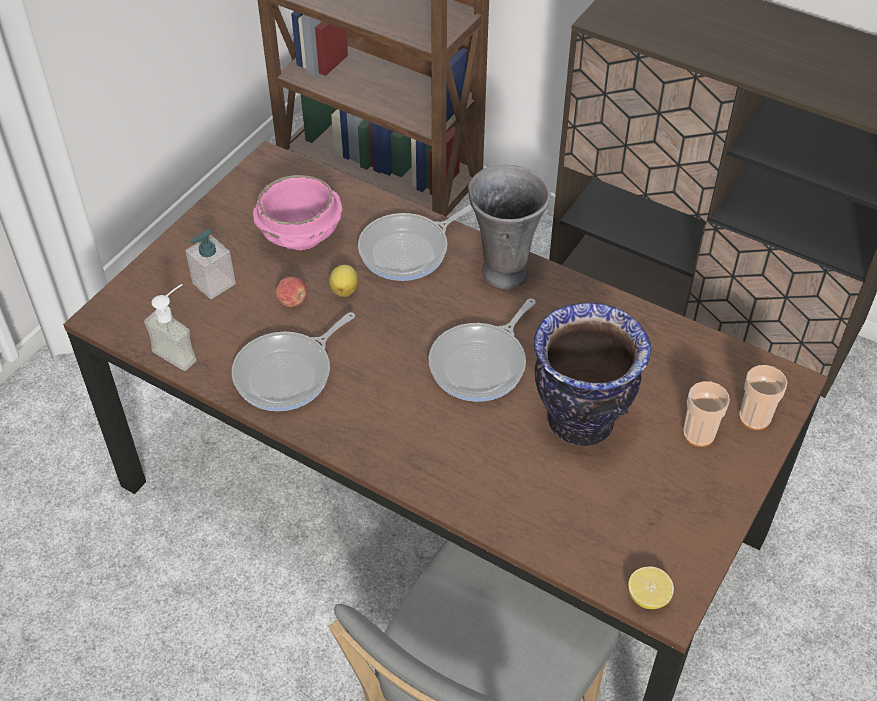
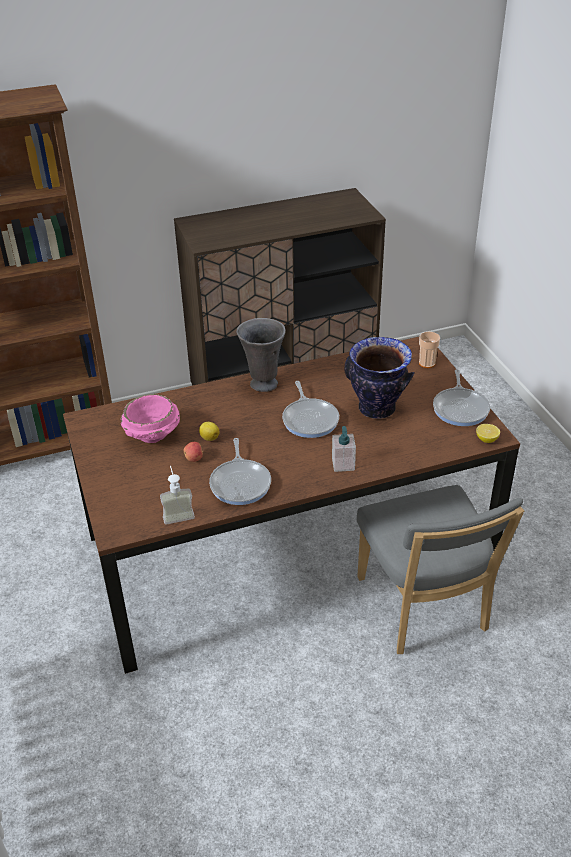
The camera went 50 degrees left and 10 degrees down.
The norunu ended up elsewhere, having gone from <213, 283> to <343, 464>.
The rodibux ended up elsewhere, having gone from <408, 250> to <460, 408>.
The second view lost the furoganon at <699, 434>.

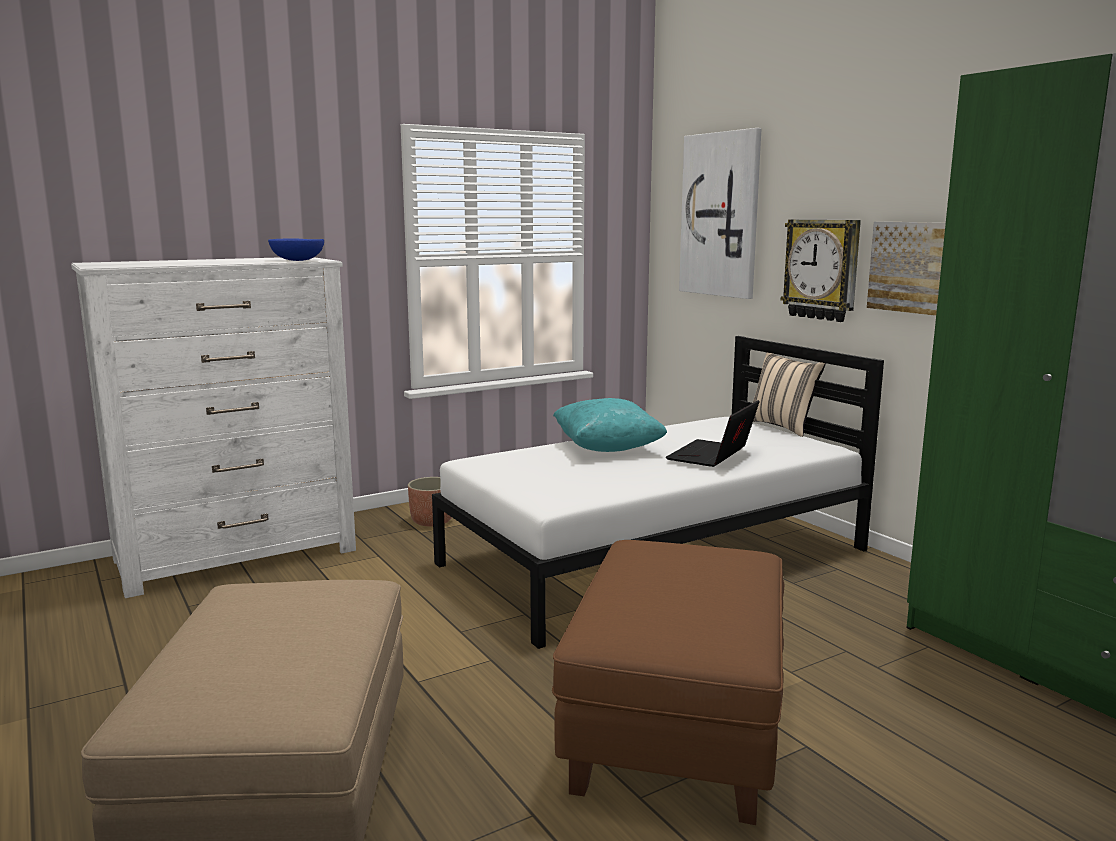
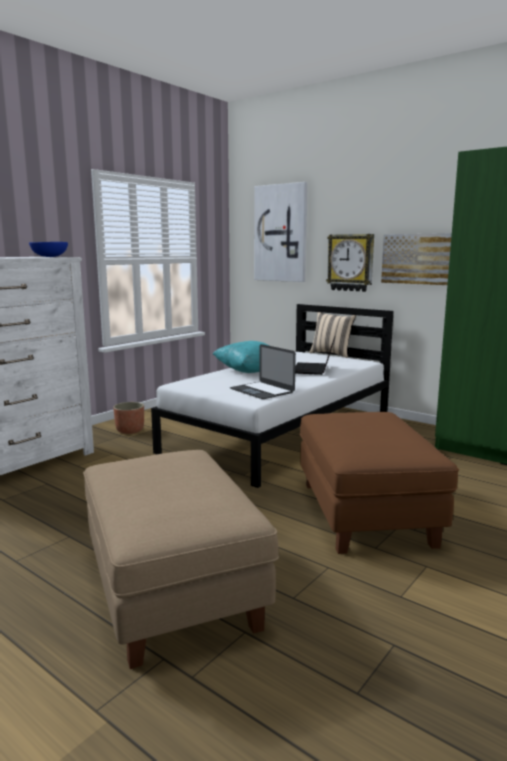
The camera went 20 degrees left and 0 degrees up.
The second view gained the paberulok at <262, 390>.

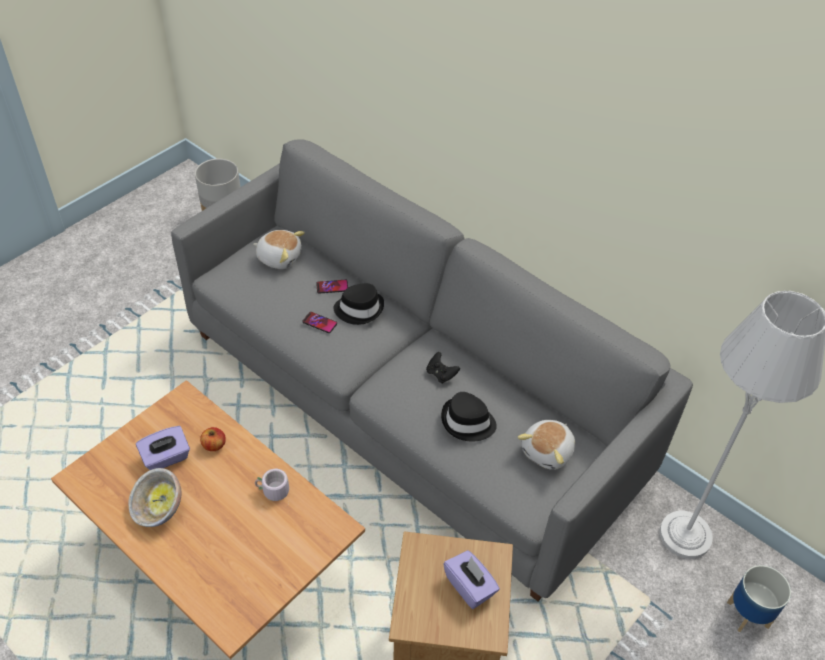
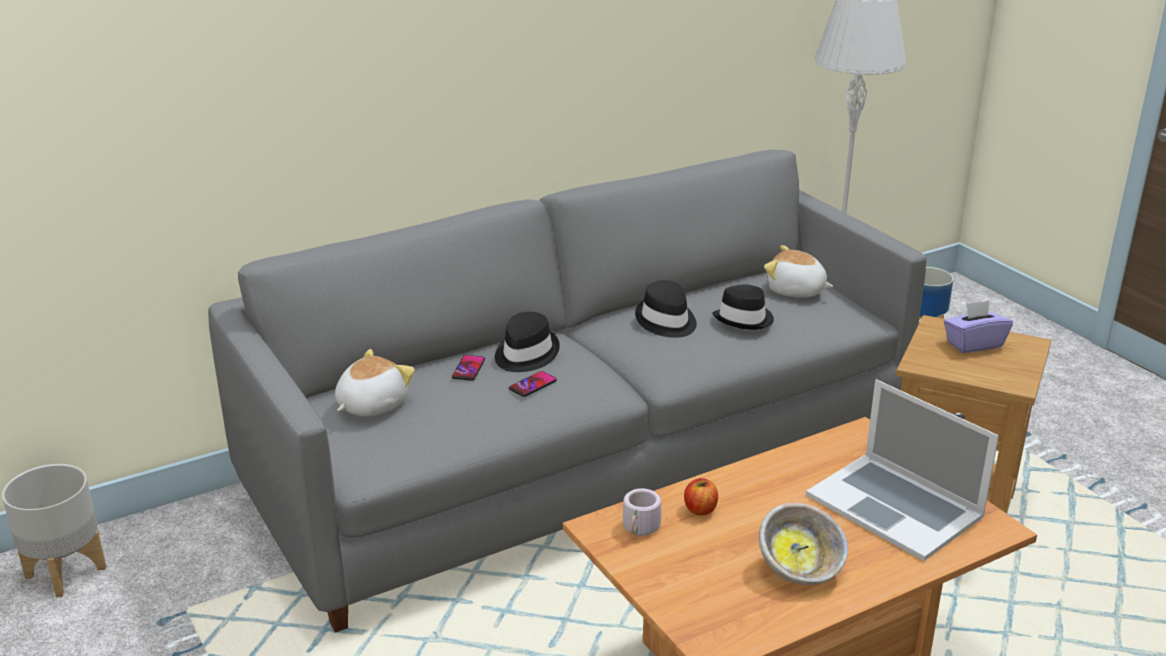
The camera went 70 degrees left and 20 degrees down.
The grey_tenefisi ended up elsewhere, having gone from <272, 492> to <642, 529>.
Where the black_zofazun stood at <441, 374>, the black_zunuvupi came to stand at <666, 321>.
The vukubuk at <548, 452> ended up facing another way, 150 degrees clockwise from before.
The second view gained the paberulok at <895, 505>.
The second view lost the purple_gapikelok at <166, 458>.

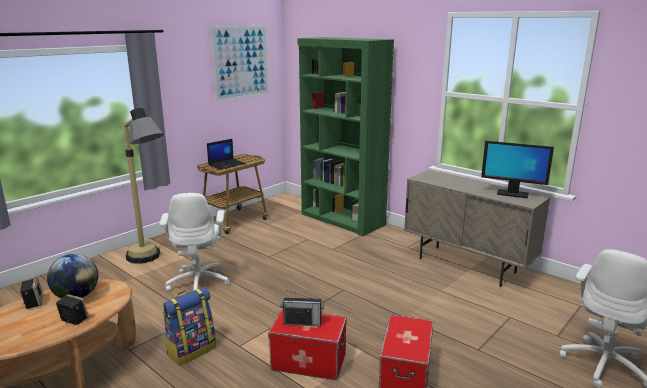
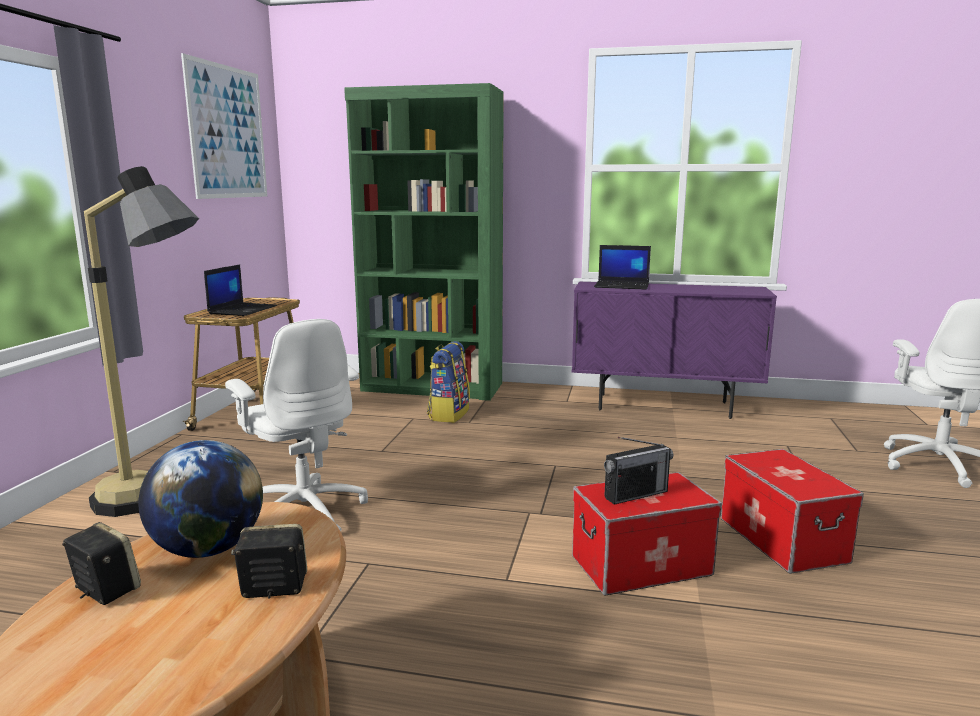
The camera went 30 degrees left and 5 degrees down.
The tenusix ended up elsewhere, having gone from <191, 350> to <448, 414>.
What was the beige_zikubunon at <466, 266> turned into the purple_zikubunon at <663, 406>.
The second view gained the paberulok at <622, 286>.
The second view lost the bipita at <512, 194>.

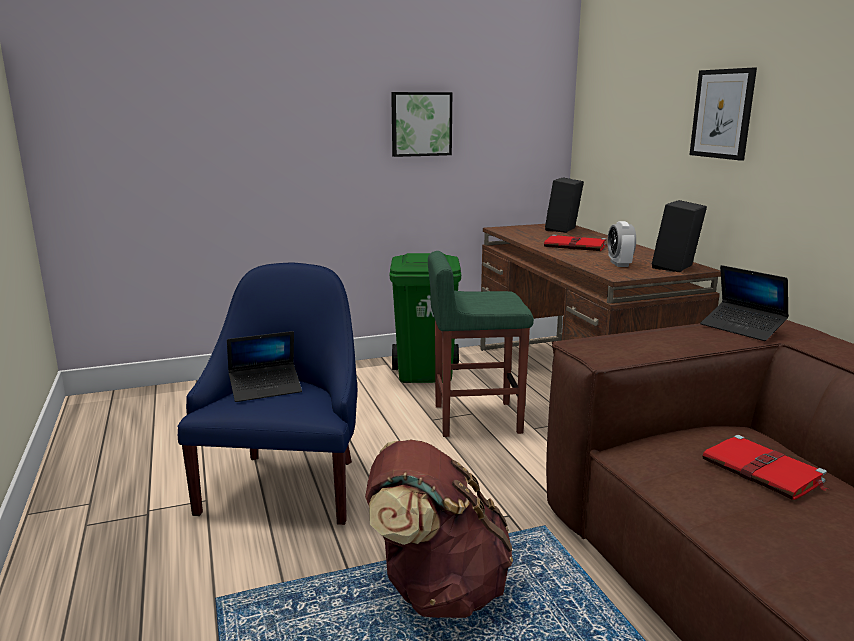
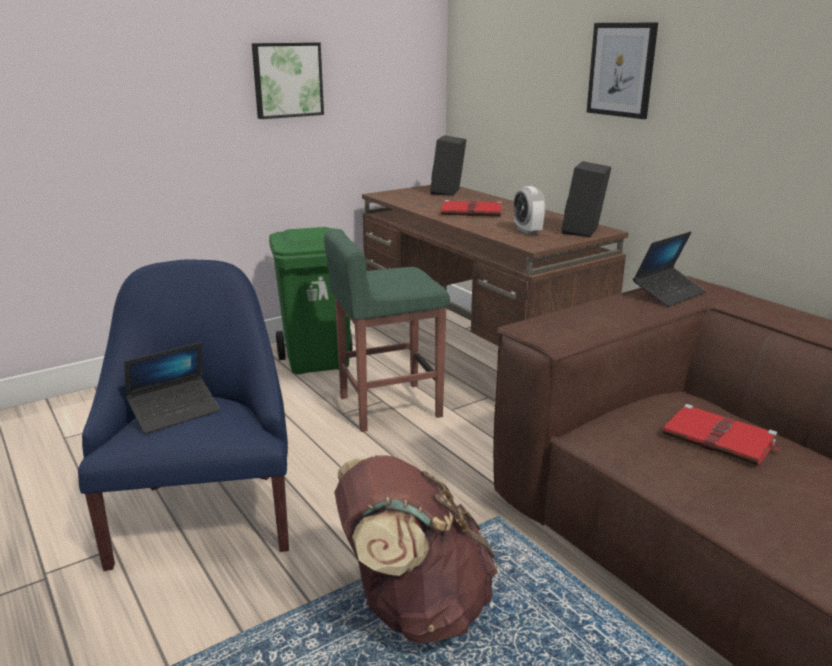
The camera went 15 degrees left and 5 degrees up.
The paberulok at <742, 328> ended up facing another way, 75 degrees counterclockwise from before.

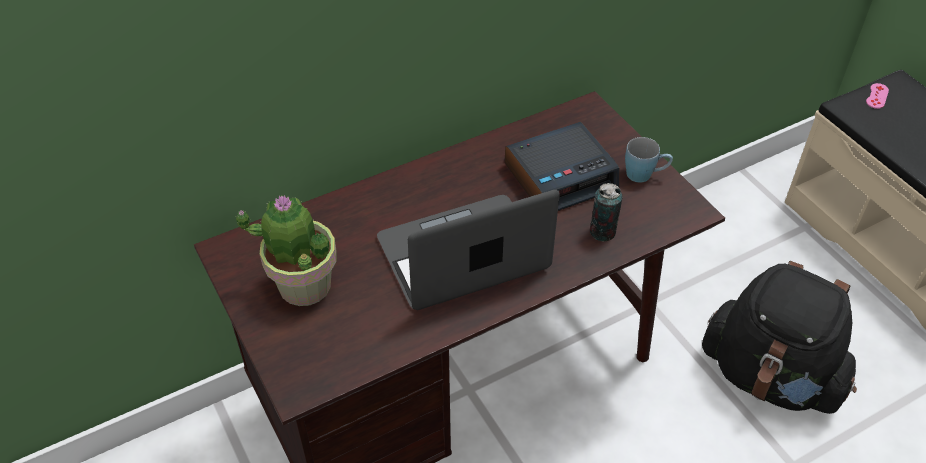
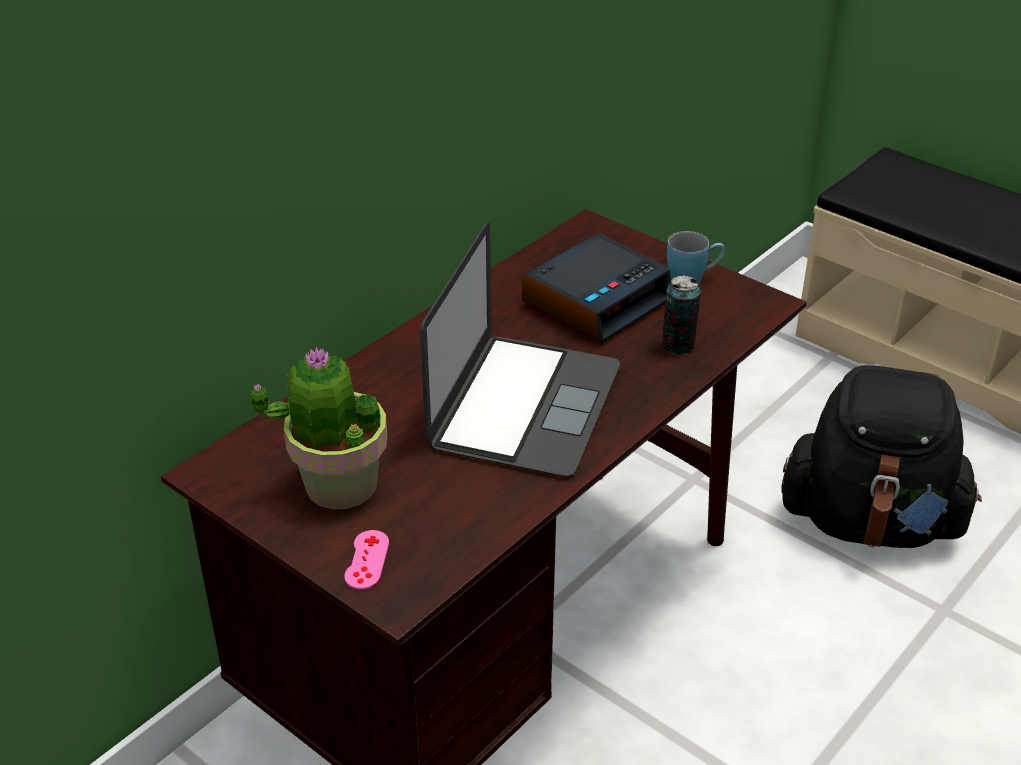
The camera went 20 degrees left and 10 degrees down.
The pink_zofazun ended up elsewhere, having gone from <877, 96> to <367, 560>.
The paberulok at <463, 254> ended up facing another way, 150 degrees clockwise from before.

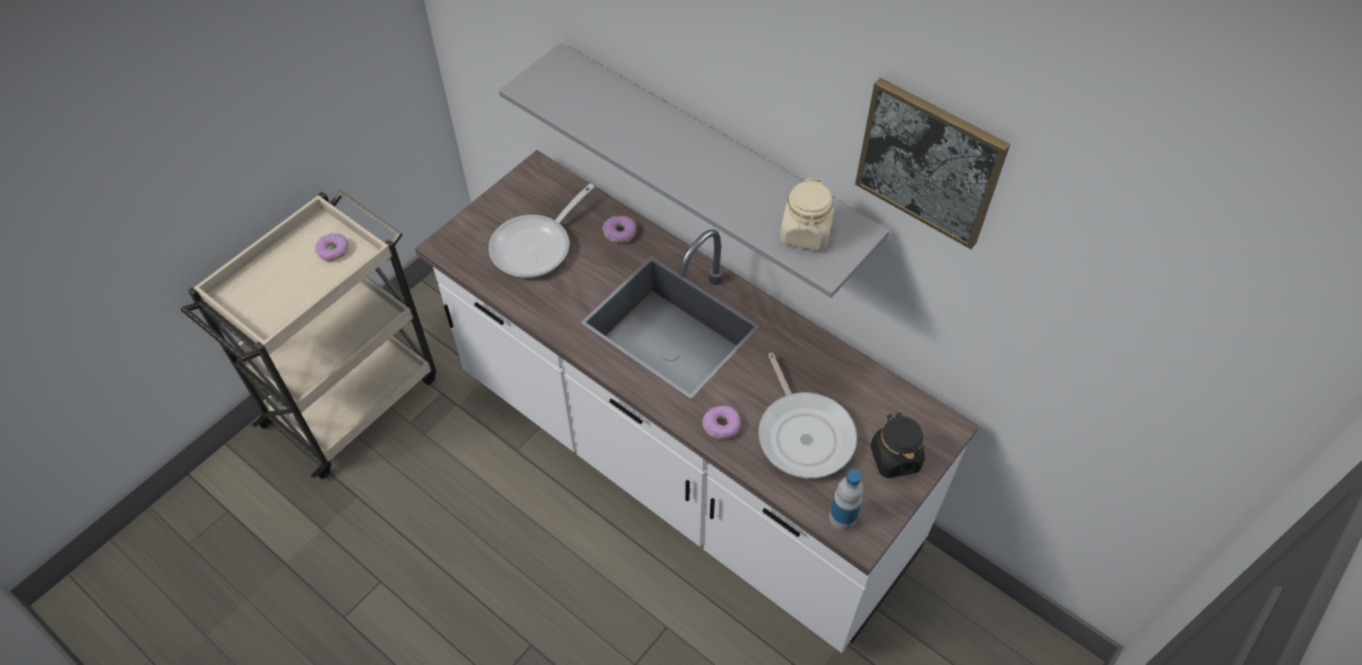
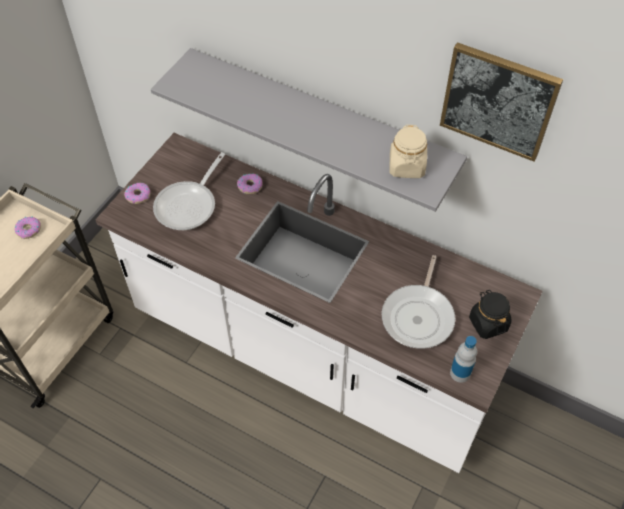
The camera went 10 degrees left and 0 degrees up.
The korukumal ended up elsewhere, having gone from <721, 425> to <138, 195>.
The rodibux at <804, 434> ended up facing another way, 45 degrees clockwise from before.

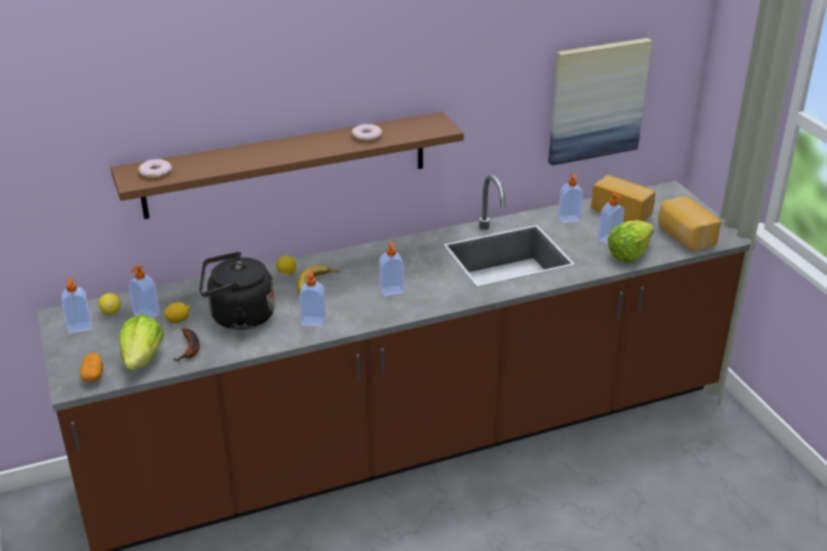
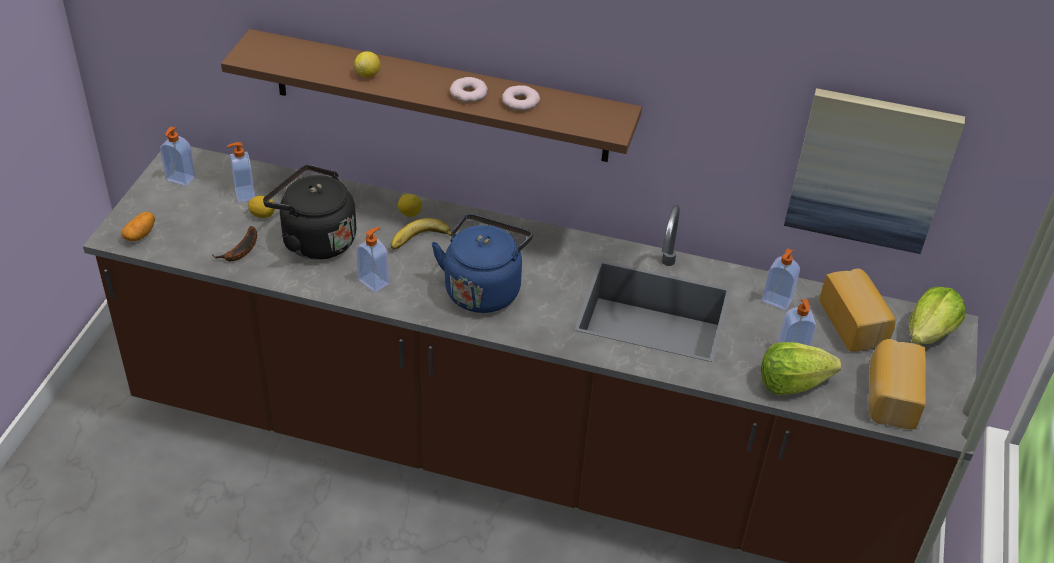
The camera went 35 degrees right and 10 degrees up.
The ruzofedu ended up elsewhere, having gone from <111, 312> to <368, 74>.
Where the norunu stood at <392, 291>, the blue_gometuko came to stand at <483, 288>.
The korukumal ended up elsewhere, having gone from <155, 172> to <469, 93>.
The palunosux ended up elsewhere, having gone from <143, 359> to <930, 333>.

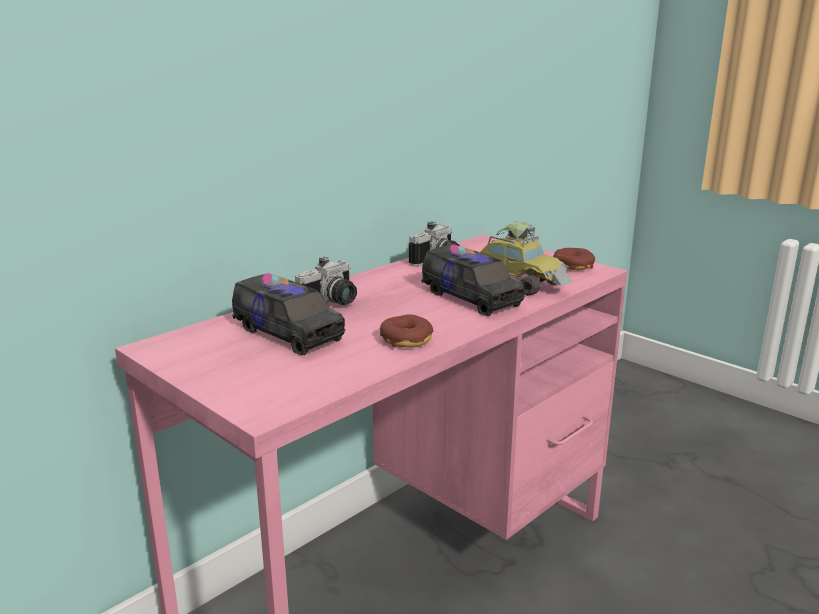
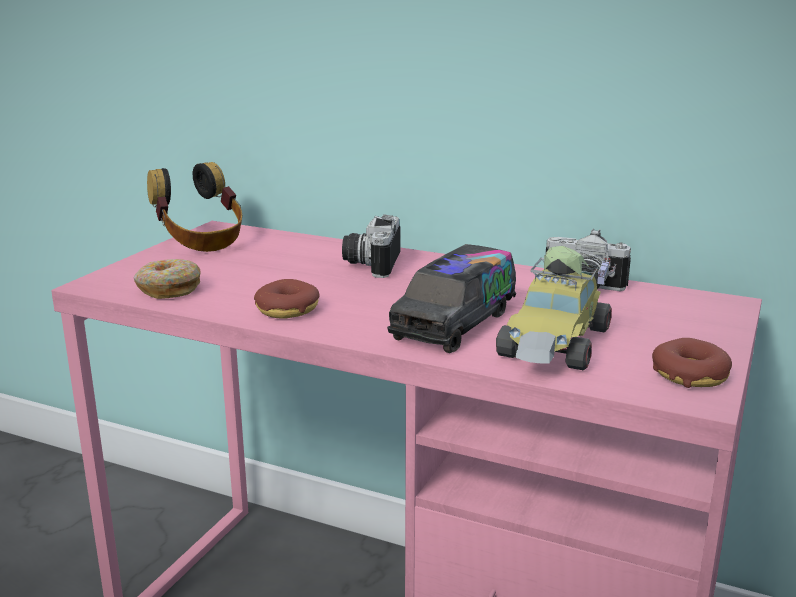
The camera went 70 degrees right and 0 degrees up.
The second view gained the korukumal at <168, 289>.
The second view gained the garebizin at <200, 241>.
The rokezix at <332, 303> ended up facing another way, 75 degrees clockwise from before.
The second view lost the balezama at <288, 333>.

